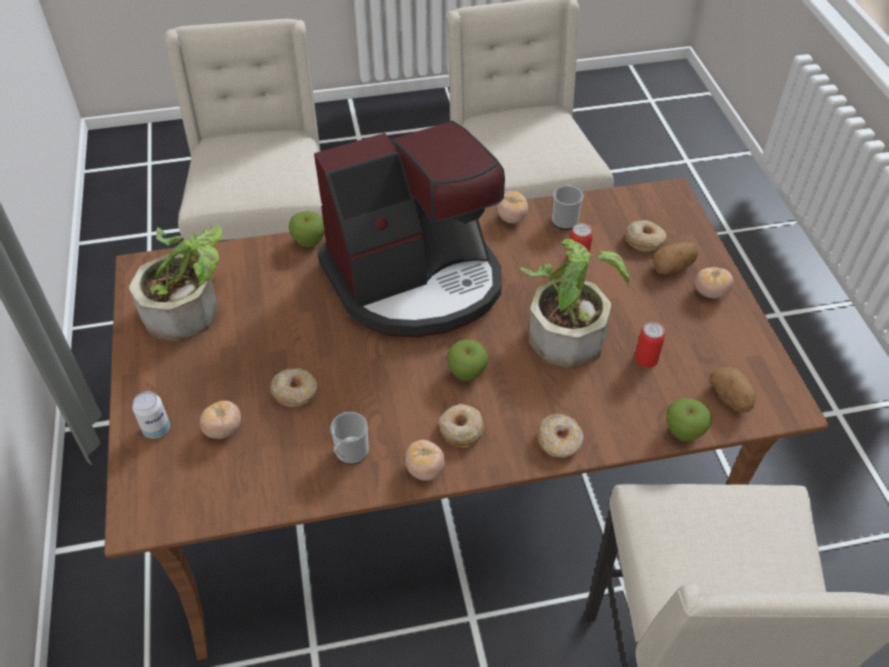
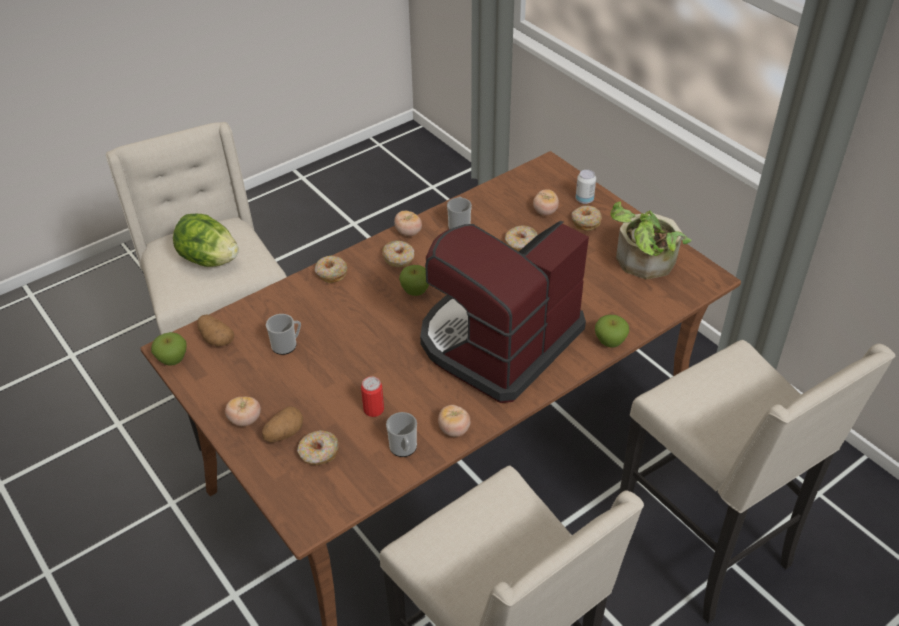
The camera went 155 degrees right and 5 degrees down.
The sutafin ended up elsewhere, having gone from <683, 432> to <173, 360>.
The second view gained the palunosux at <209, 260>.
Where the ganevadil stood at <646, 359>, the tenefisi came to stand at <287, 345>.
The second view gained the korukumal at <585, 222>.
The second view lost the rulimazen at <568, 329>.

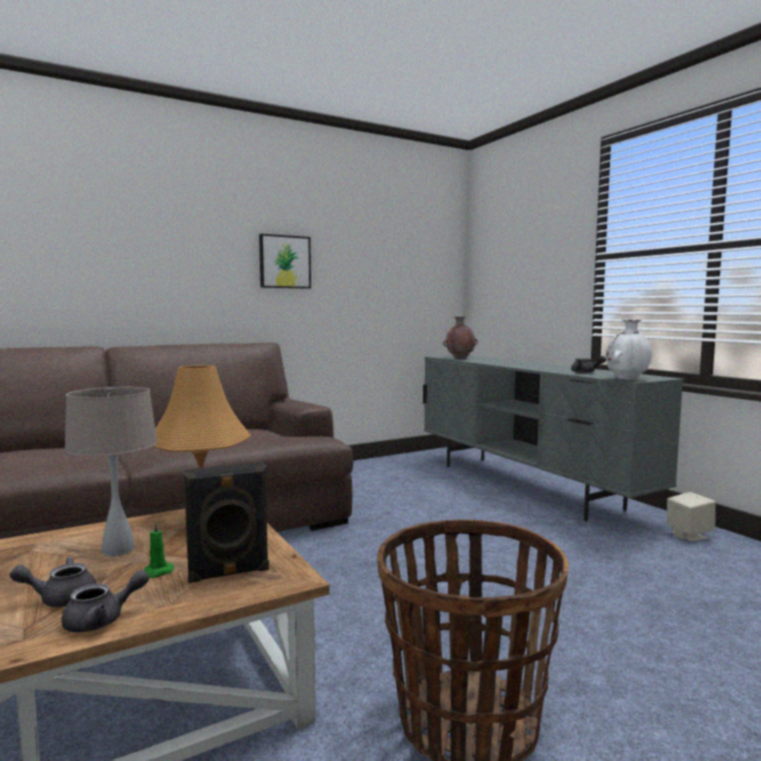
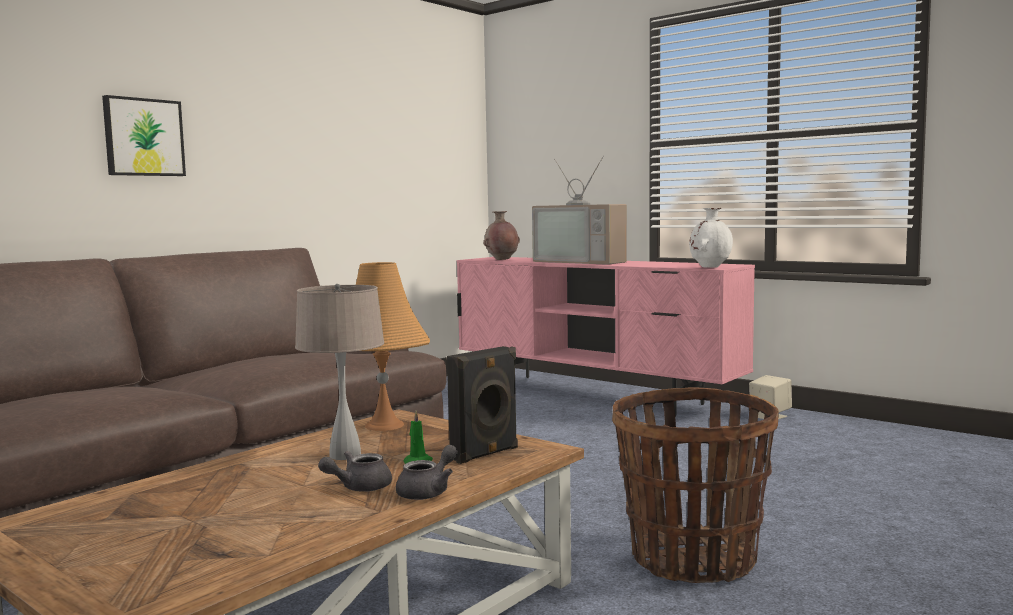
The camera went 20 degrees left and 0 degrees up.
The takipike ended up elsewhere, having gone from <284, 262> to <143, 137>.
What was the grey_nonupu at <526, 486> turned into the pink_nonupu at <594, 395>.
The second view gained the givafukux at <583, 261>.
The second view lost the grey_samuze at <586, 372>.

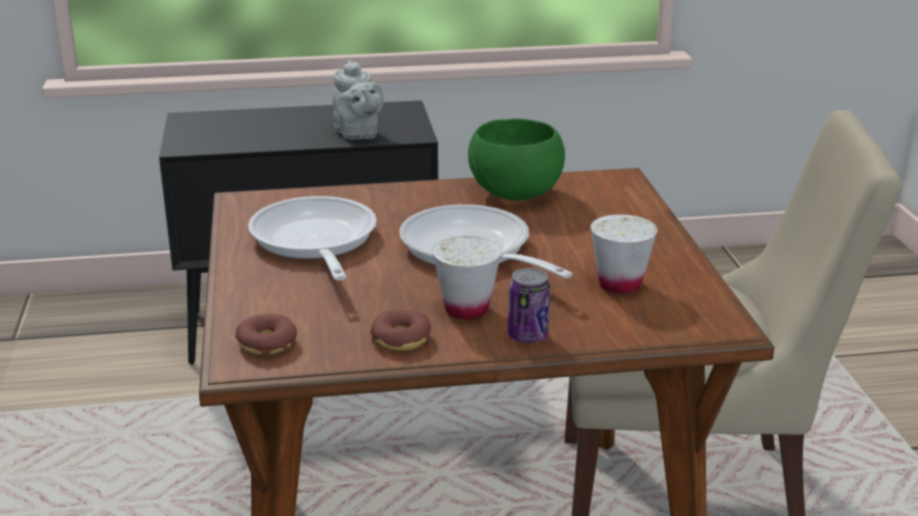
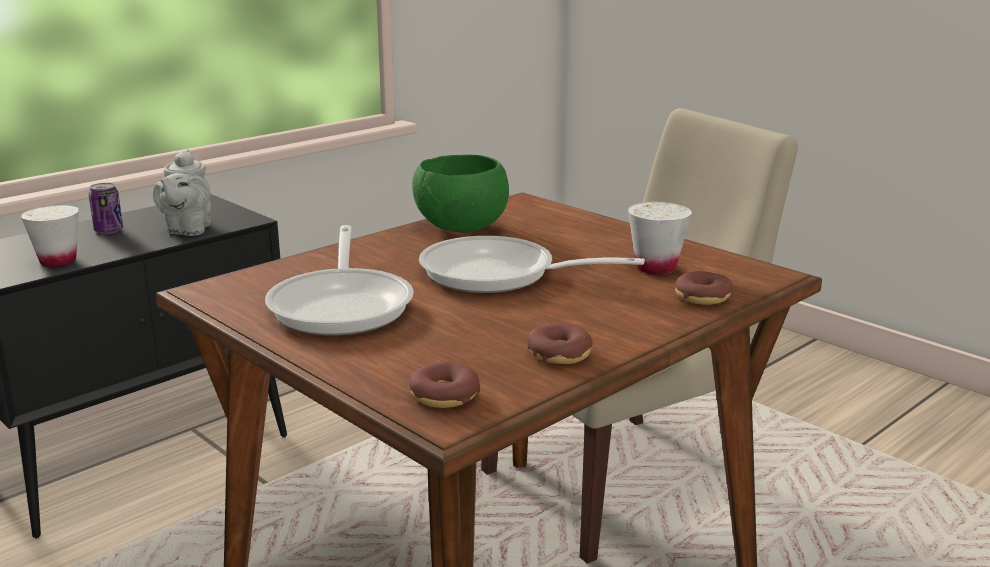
The camera went 35 degrees left and 5 degrees down.
The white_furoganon ended up elsewhere, having gone from <466, 309> to <58, 261>.
The ganevadil ended up elsewhere, having gone from <527, 336> to <108, 231>.
The grey_samuze at <357, 134> ended up facing another way, 60 degrees clockwise from before.
The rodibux at <314, 242> ended up facing another way, 135 degrees counterclockwise from before.
The second view gained the korukumal at <702, 297>.

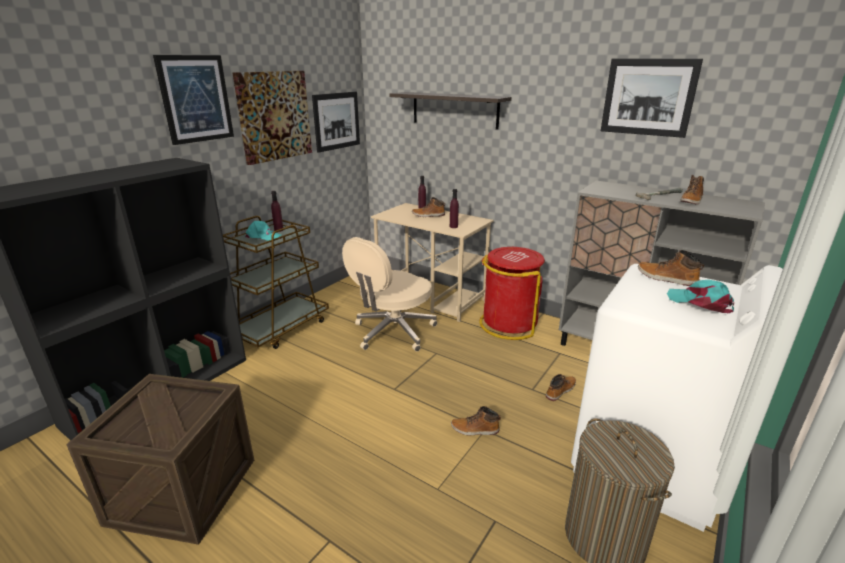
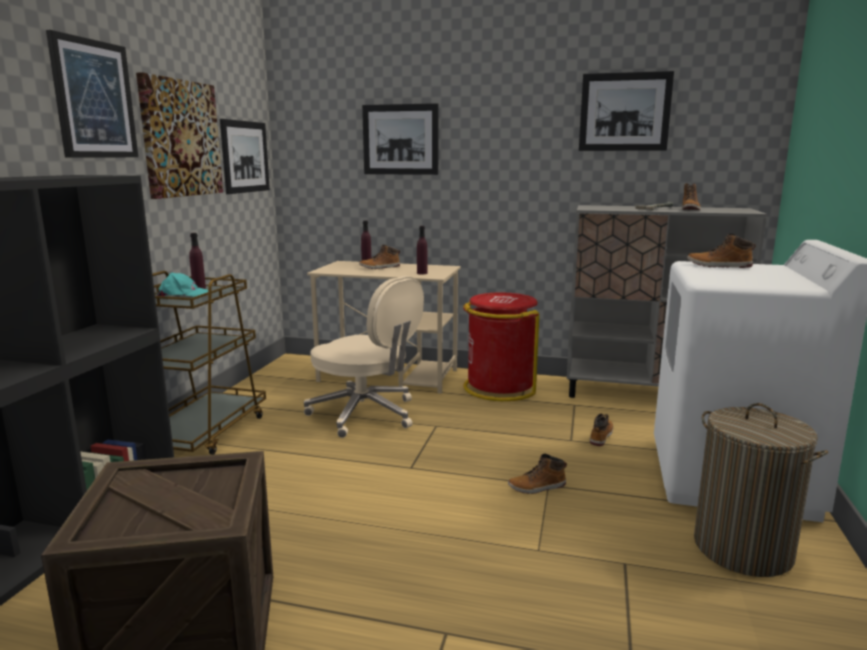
The camera went 20 degrees left and 10 degrees down.
The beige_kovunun at <393, 332> ended up facing another way, 75 degrees counterclockwise from before.
Where the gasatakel hung at <454, 110>, the takipike came to hang at <400, 139>.
The second view lost the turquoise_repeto at <700, 303>.

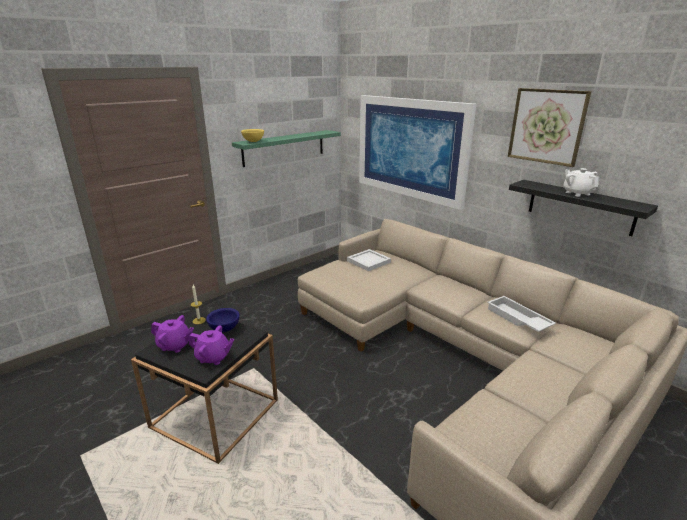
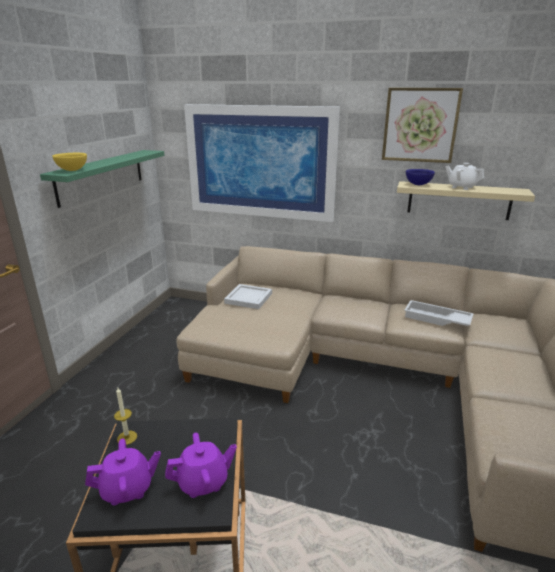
The camera went 30 degrees left and 0 degrees up.
What was the black_gasatakel at <580, 207> turned into the beige_gasatakel at <459, 200>.
The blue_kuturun ended up elsewhere, having gone from <224, 329> to <418, 184>.

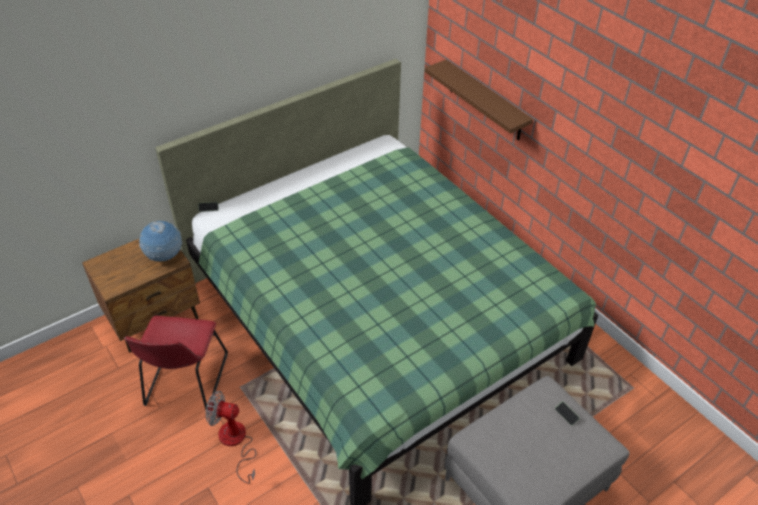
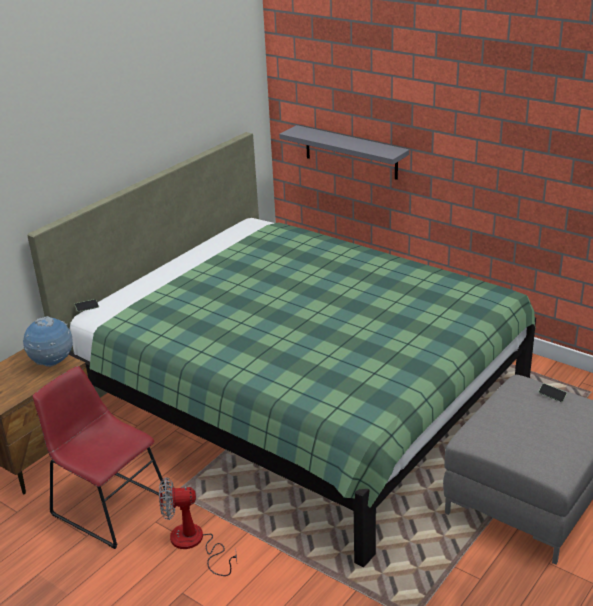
The camera went 15 degrees left and 15 degrees down.
The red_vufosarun at <185, 382> ended up facing another way, 135 degrees clockwise from before.
What was the brown_gasatakel at <485, 101> turned into the grey_gasatakel at <351, 152>.

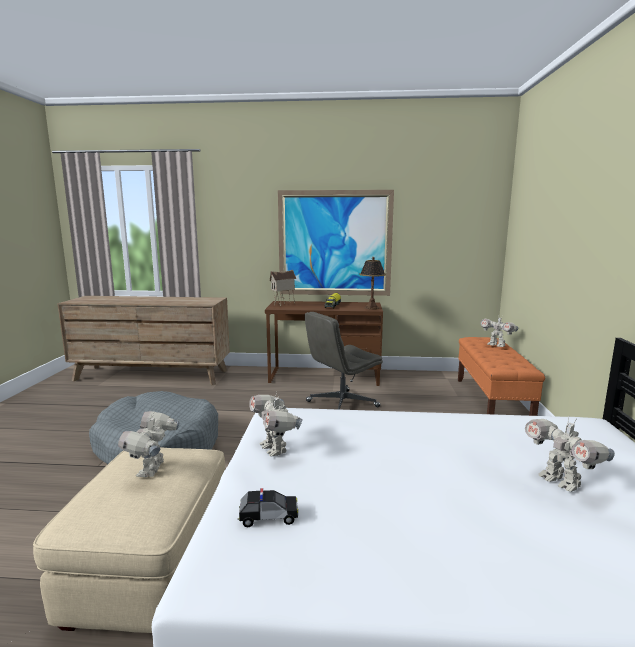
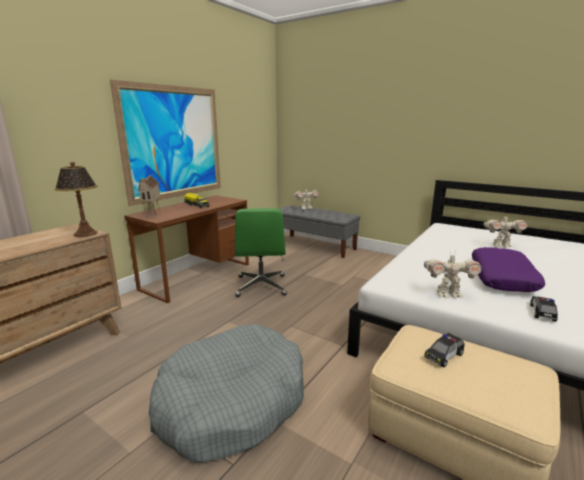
The camera went 60 degrees left and 5 degrees up.
The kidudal ended up elsewhere, having gone from <371, 308> to <85, 234>.
What was the grey_kovunun at <341, 404> turned into the green_kovunun at <261, 286>.
What was the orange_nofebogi at <492, 401> turned into the grey_nofebogi at <315, 246>.
Where the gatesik stood at <153, 469>, the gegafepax came to stand at <444, 356>.
The second view gained the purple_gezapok at <502, 278>.

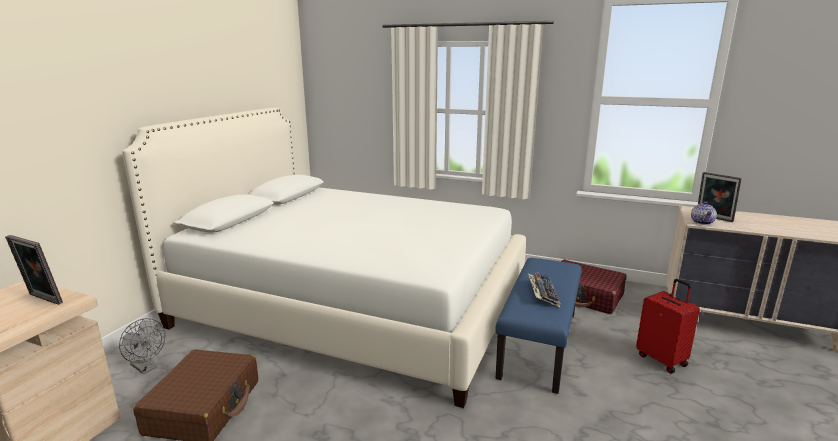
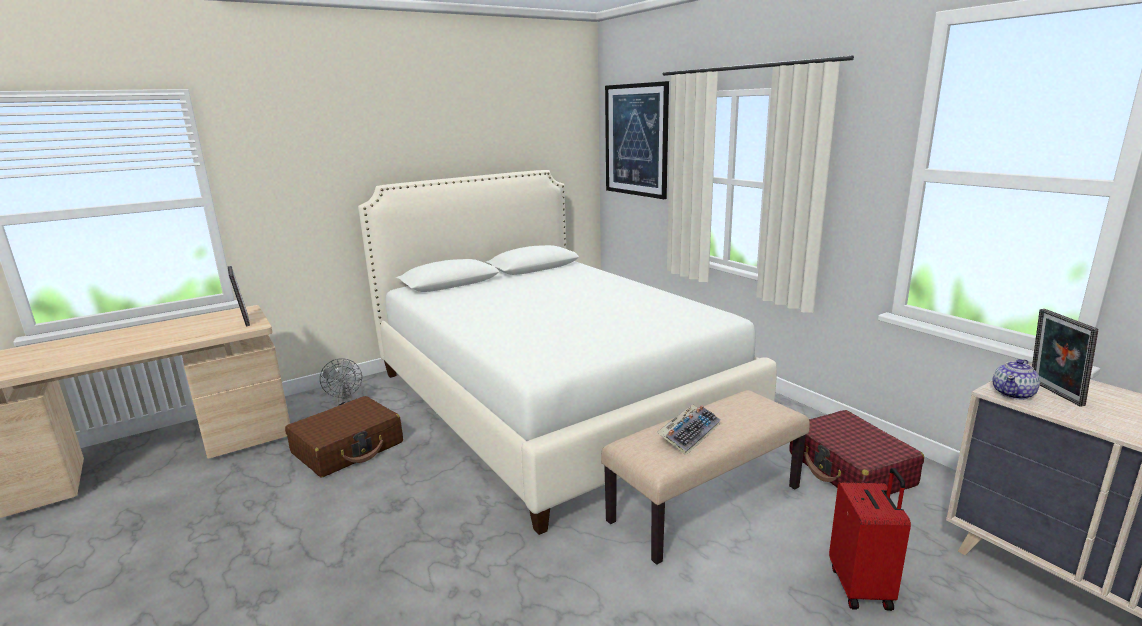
The camera went 35 degrees right and 0 degrees up.
What was the blue_nofebogi at <538, 344> turned into the beige_nofebogi at <705, 503>.
The second view gained the takipike at <636, 140>.

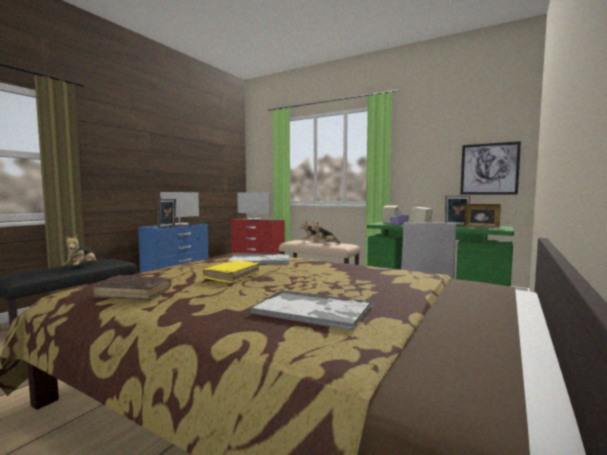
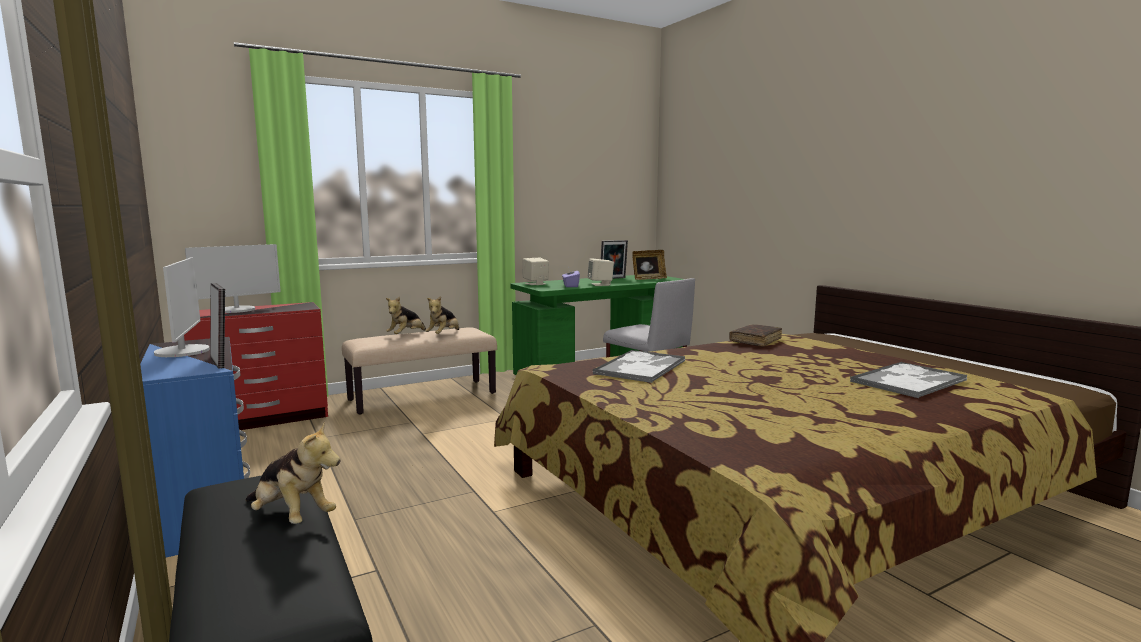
The camera went 60 degrees left and 5 degrees up.
The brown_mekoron ended up elsewhere, having gone from <133, 294> to <755, 341>.
The second view lost the yellow_mekoron at <232, 276>.
The second view lost the takipike at <489, 169>.

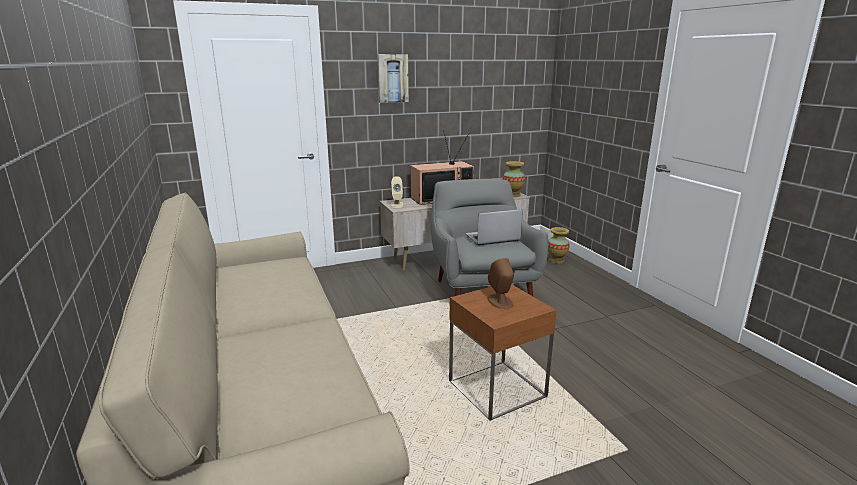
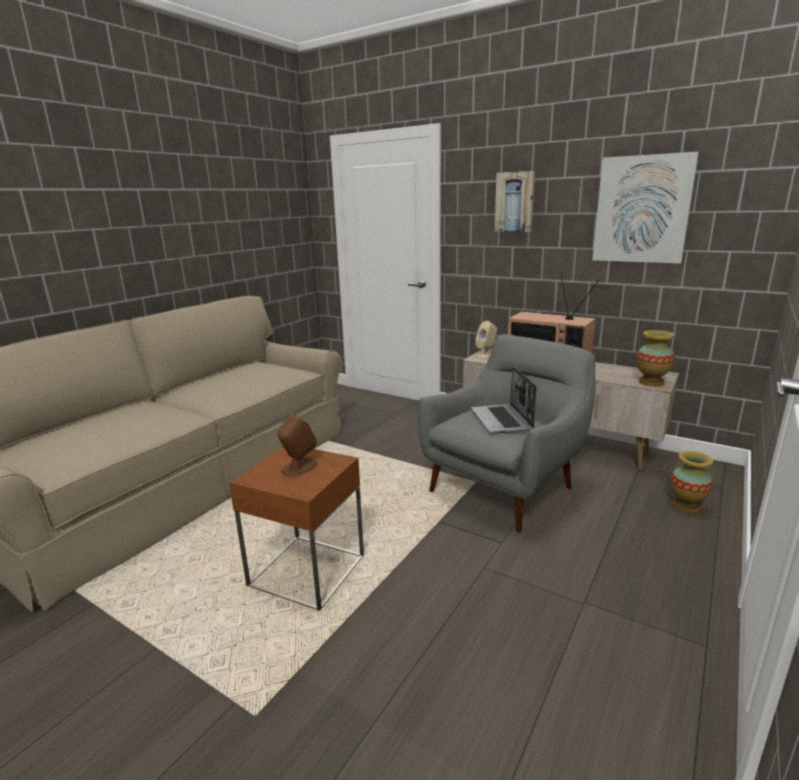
The camera went 55 degrees right and 0 degrees up.
The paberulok at <492, 238> ended up facing another way, 135 degrees counterclockwise from before.
The second view gained the takipike at <642, 209>.

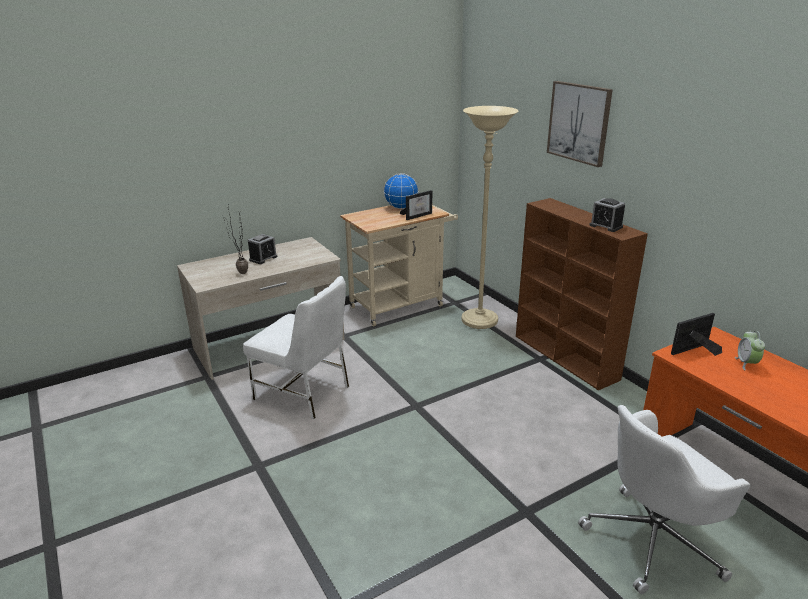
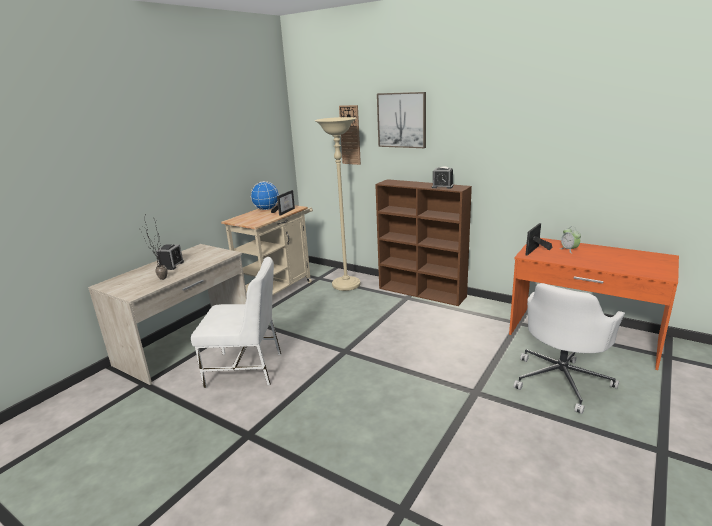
The camera went 25 degrees left and 5 degrees down.
The second view gained the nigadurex at <350, 135>.

